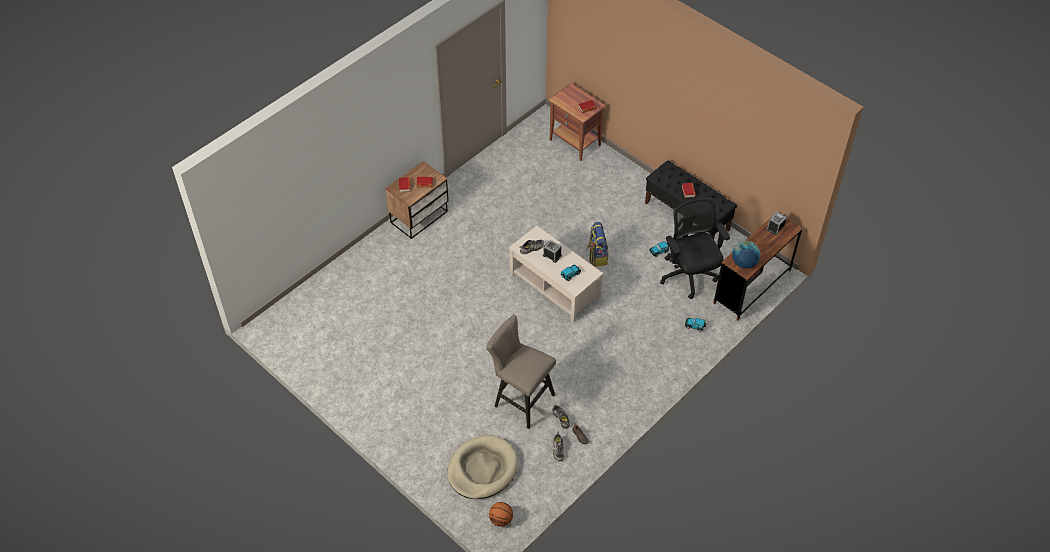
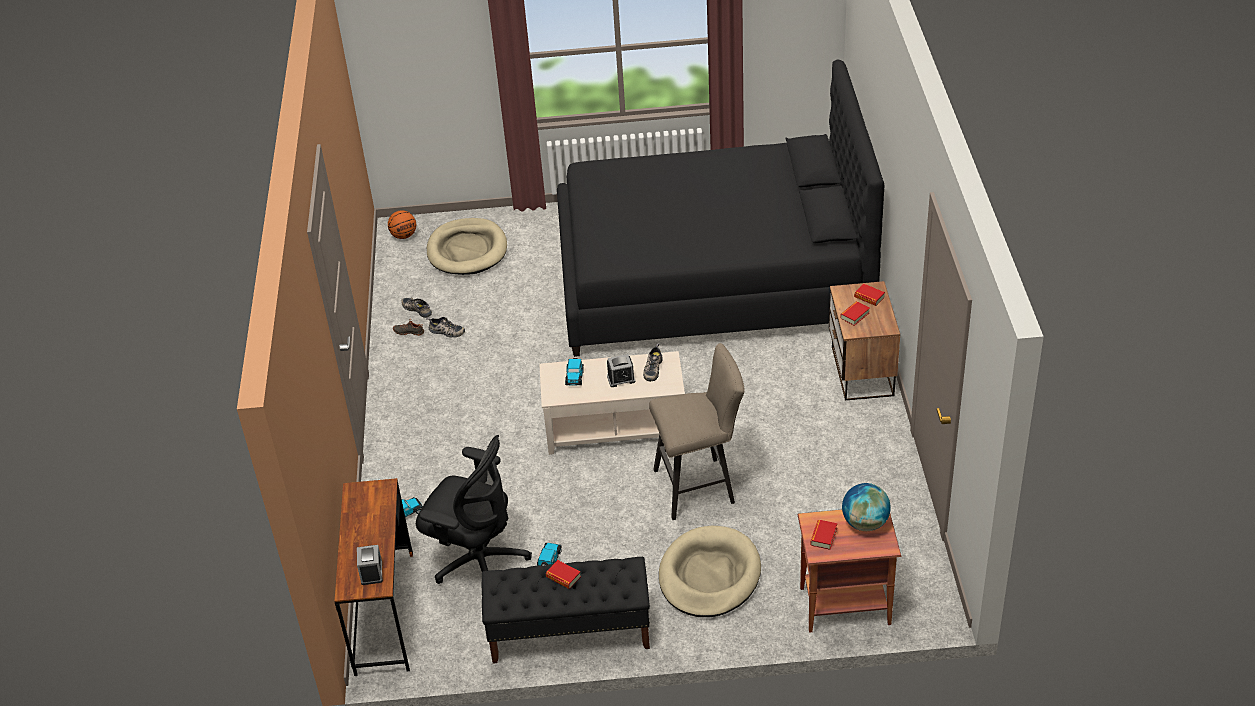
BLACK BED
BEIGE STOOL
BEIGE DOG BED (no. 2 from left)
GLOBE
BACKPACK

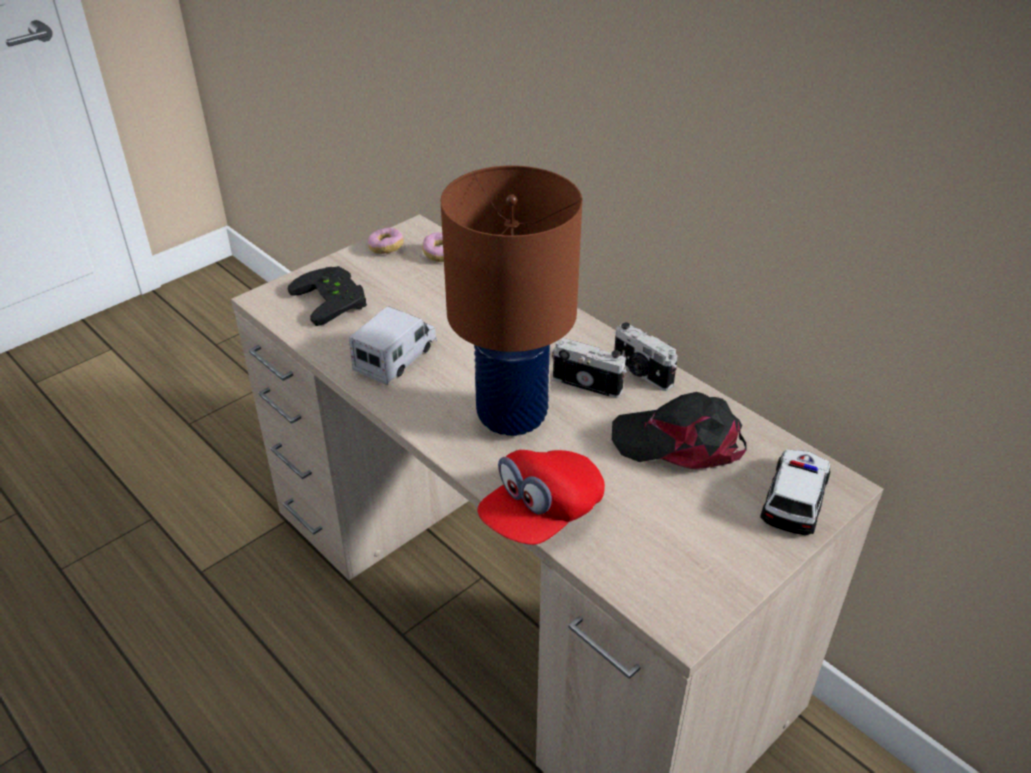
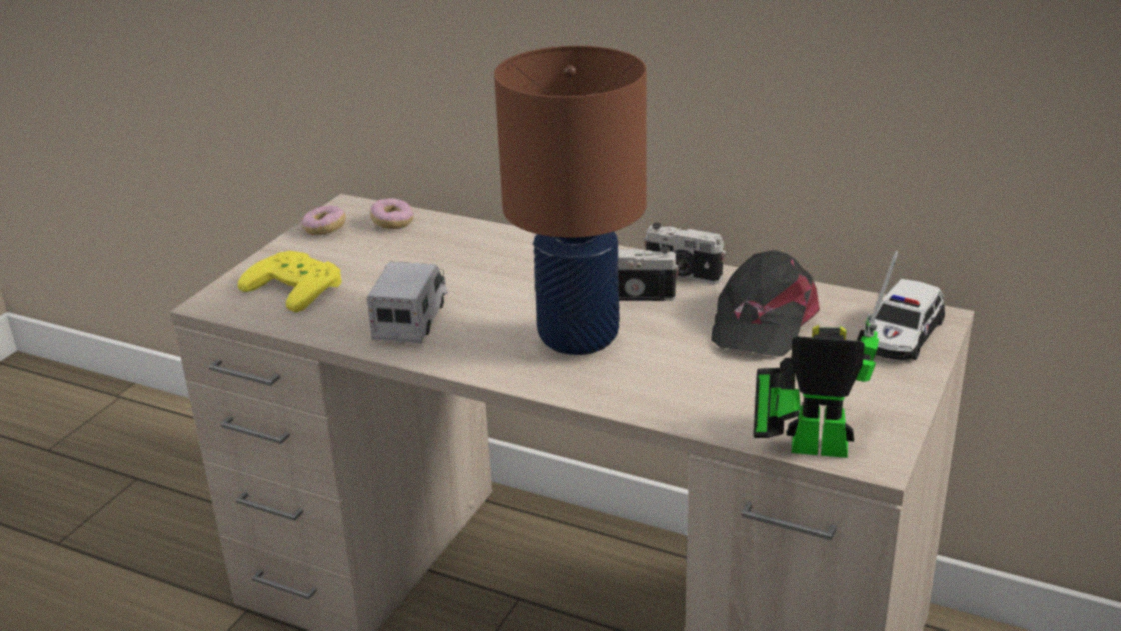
YELLOW GAME CONTROLLER
BLACK CAP
TOY ROBOT
TOY CAR
RED CAP

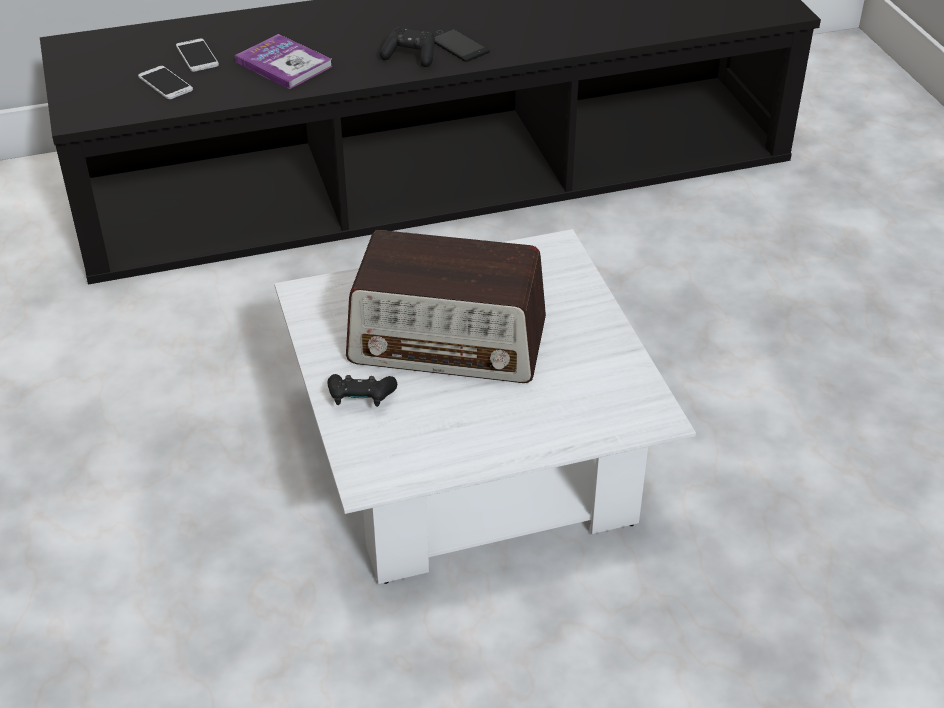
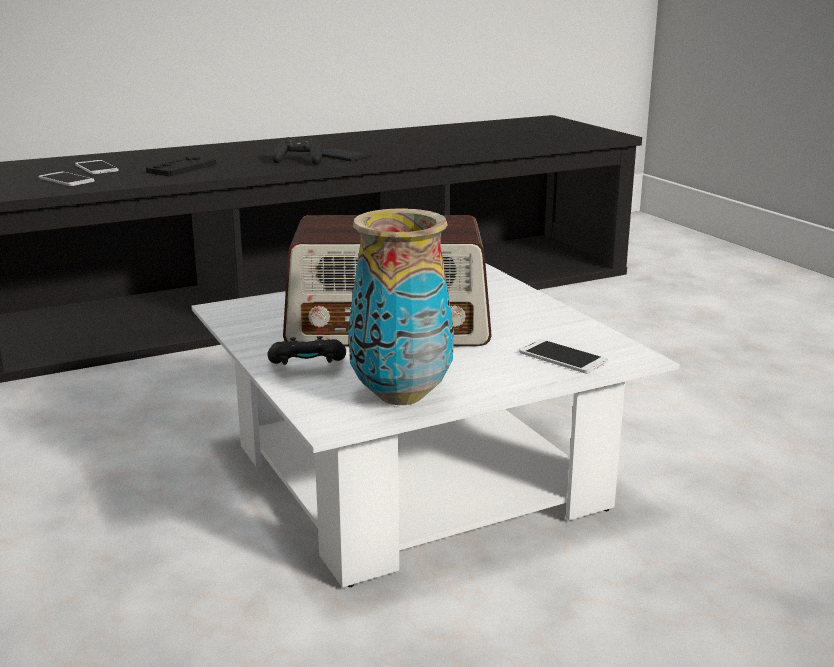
BLACK GAME CONTROLLER (no. 1 from left)
VASE
PHONE (no. 4 from left)

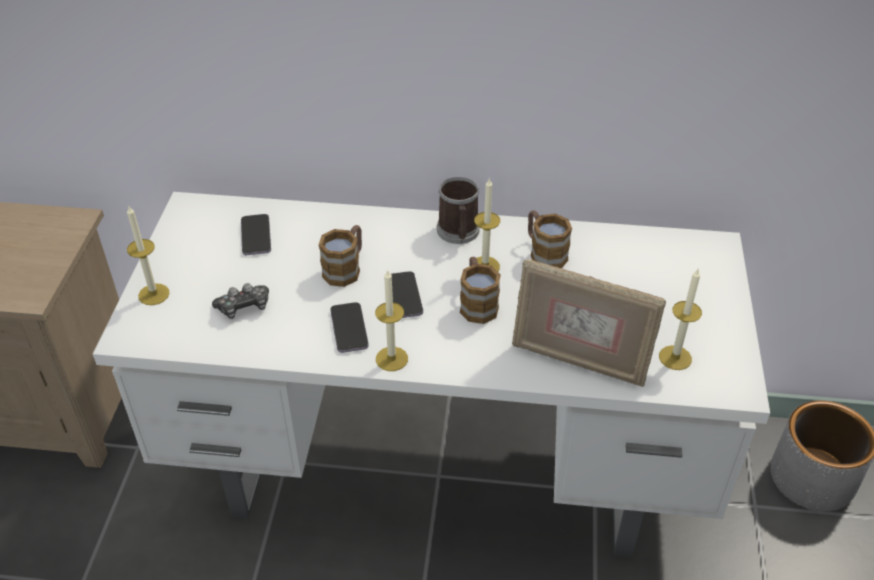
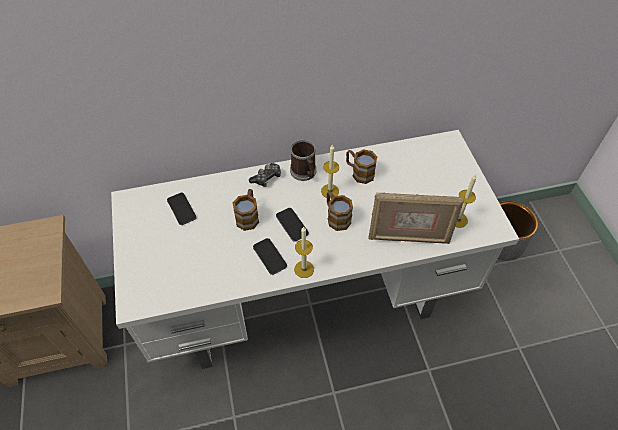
GAME CONTROLLER
CANDLE (no. 1 from left in the first image)

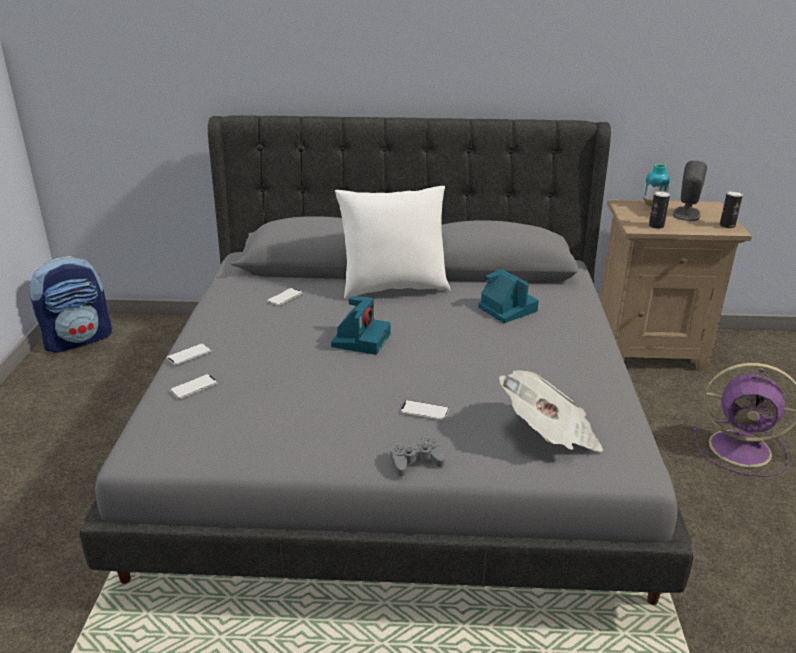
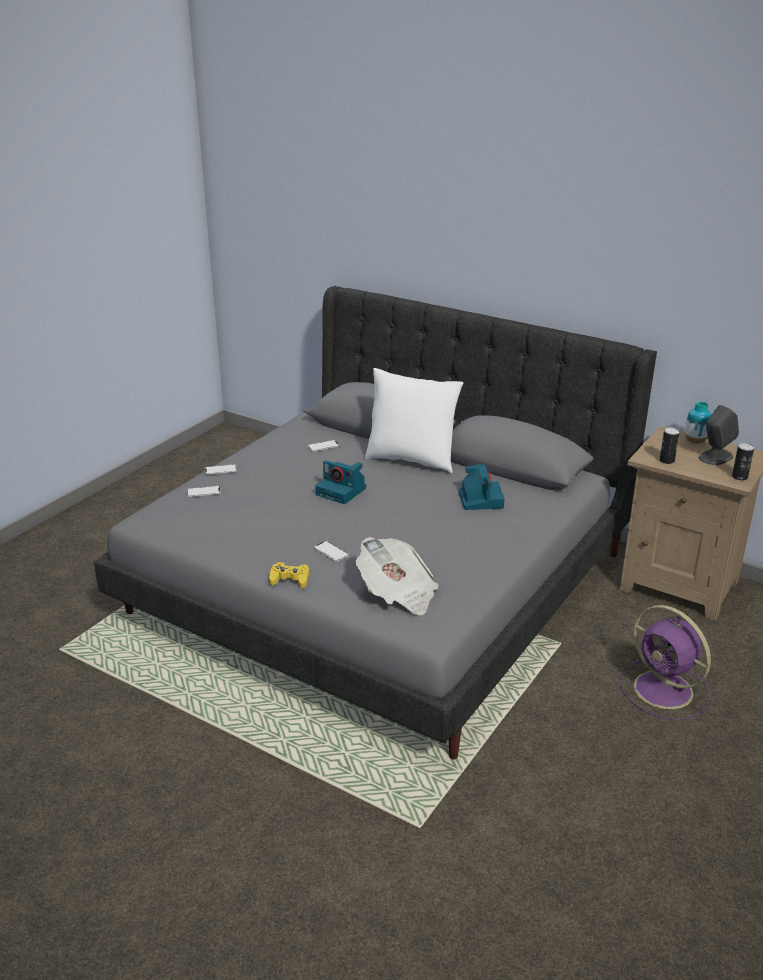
YELLOW GAME CONTROLLER
PHOTO CAMERA (no. 1 from left)
BACKPACK

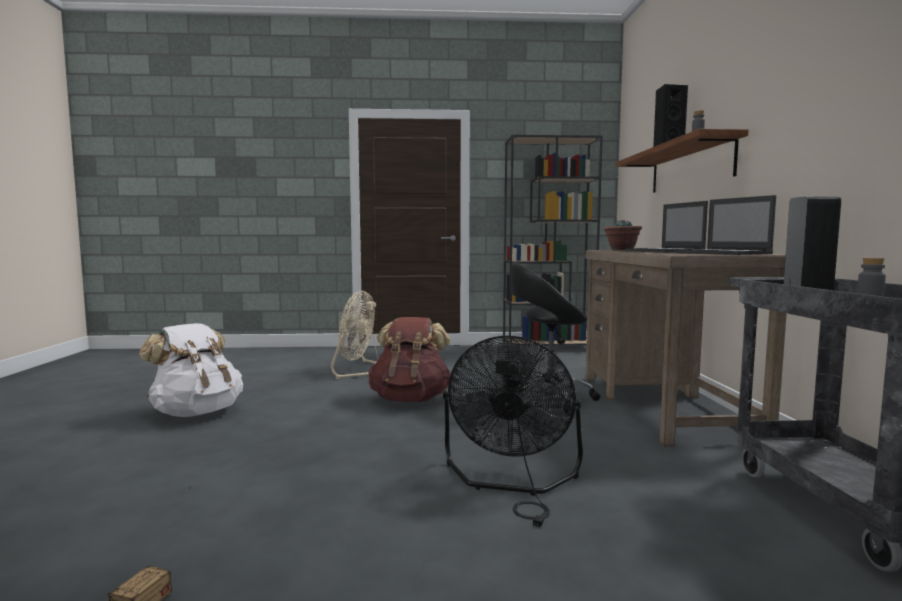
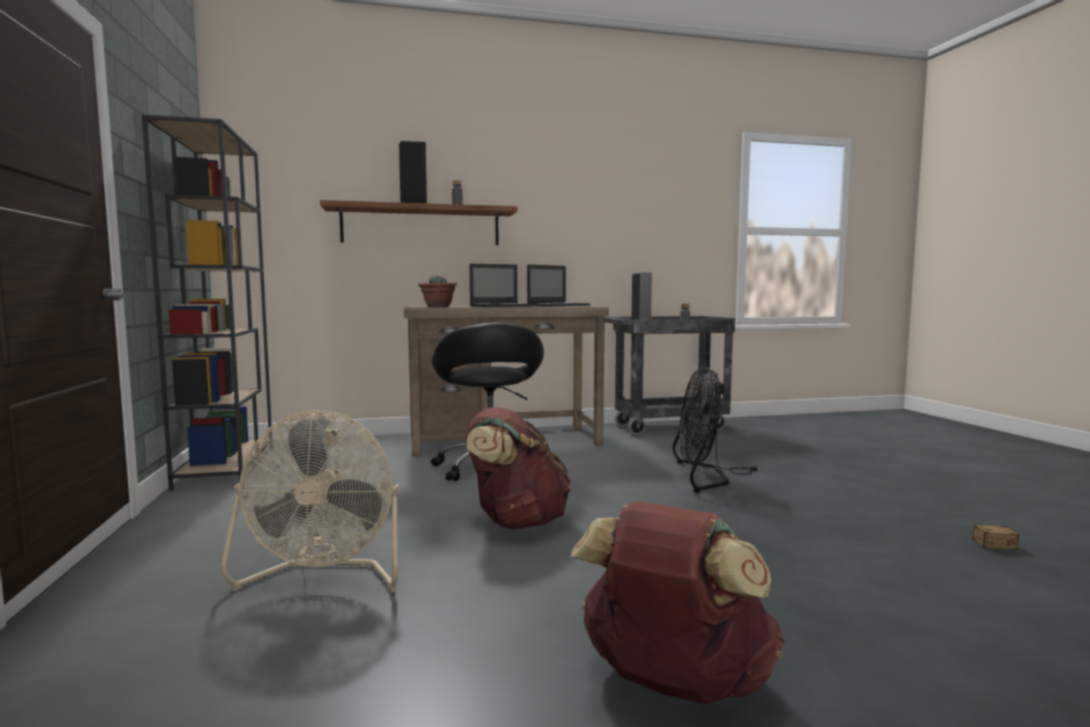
BROWN BACKPACK (no. 2 from left)

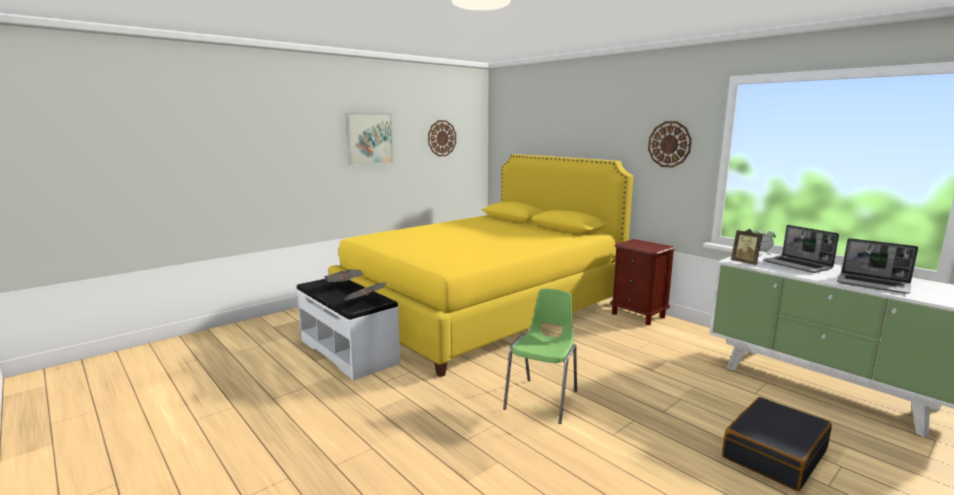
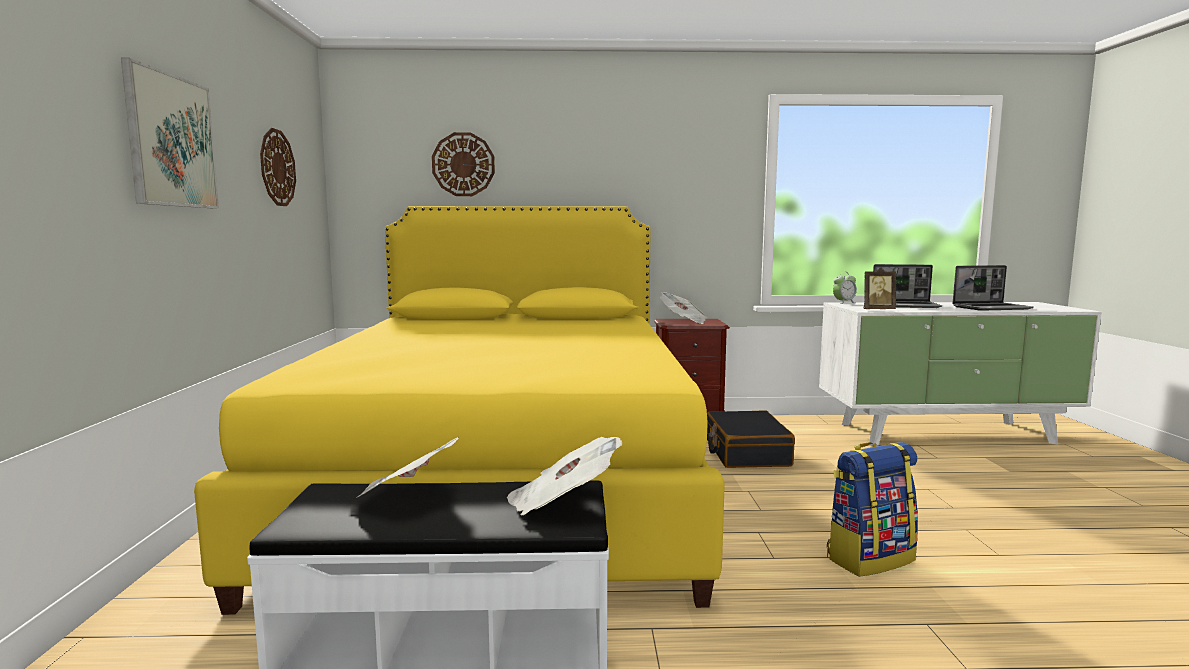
WALL CLOCK (no. 2 from left)
NEWSPAPER (no. 3 from left)
BLACK SUITCASE
BACKPACK

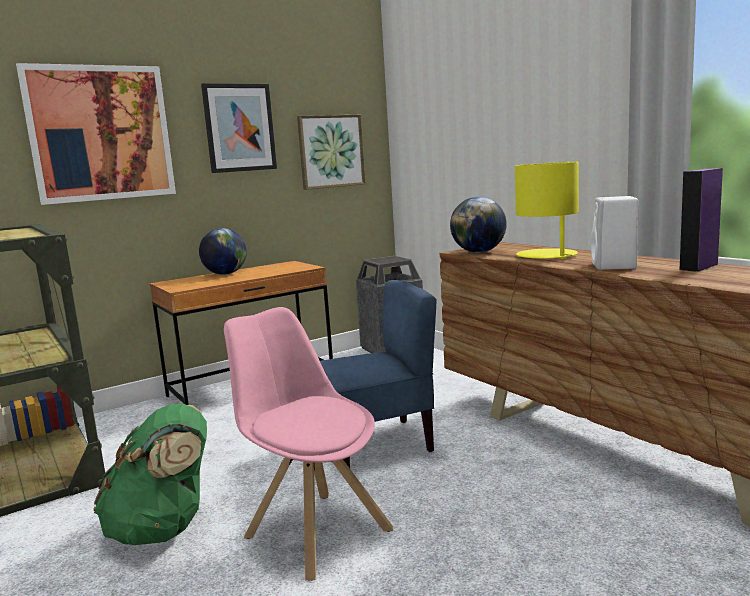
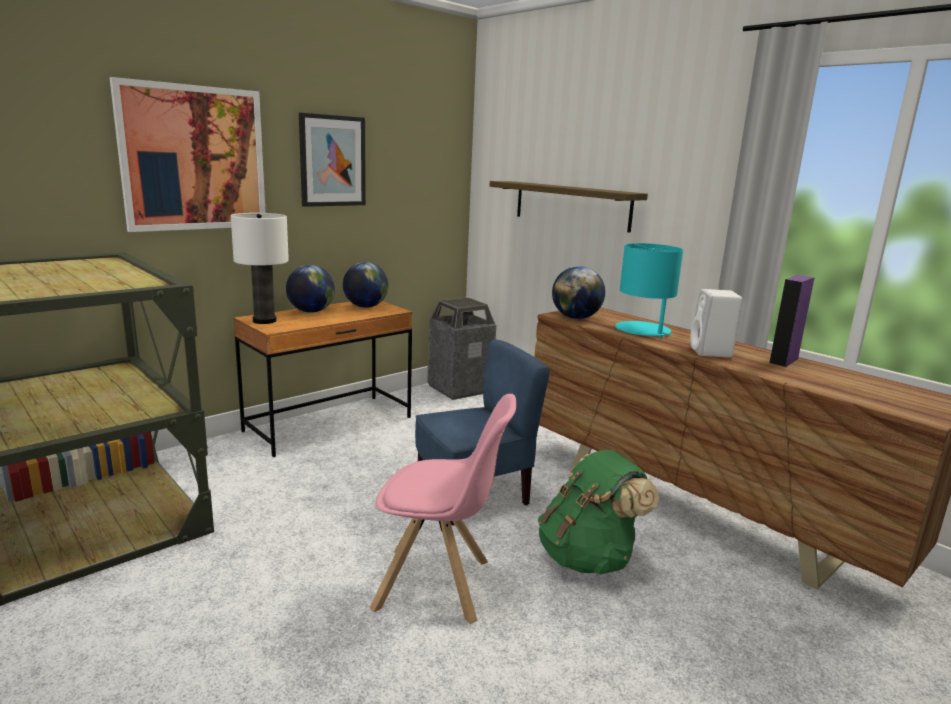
WHITE TABLE LAMP
GLOBE (no. 2 from left)
PINK CHAIR
SHELF
GREEN BACKPACK
TURQUOISE TABLE LAMP
PICTURE (no. 3 from left in the first image)

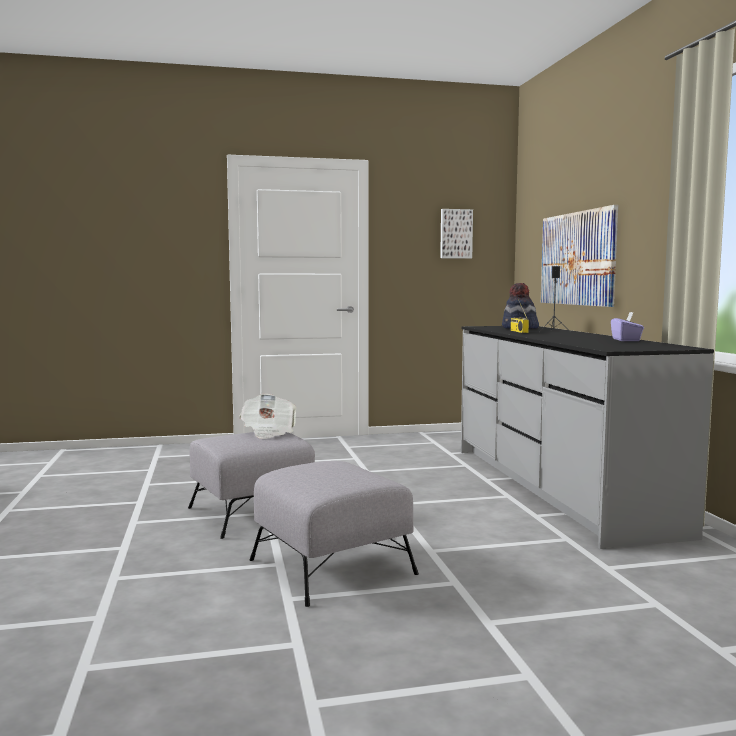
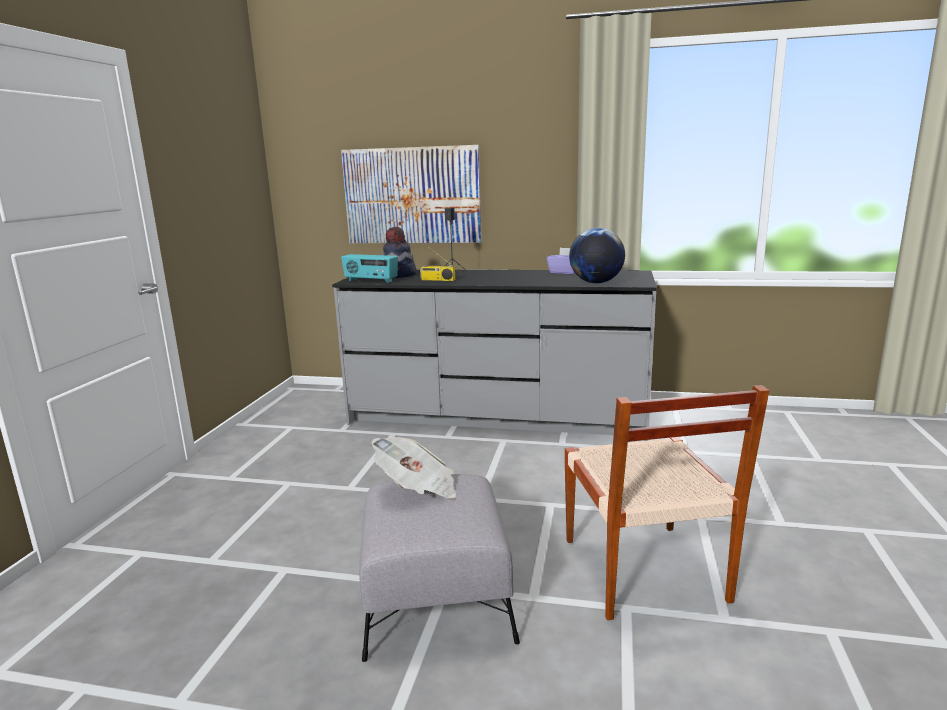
RADIO (no. 1 from left)
CHAIR
GLOBE
PICTURE (no. 1 from left in the first image)

